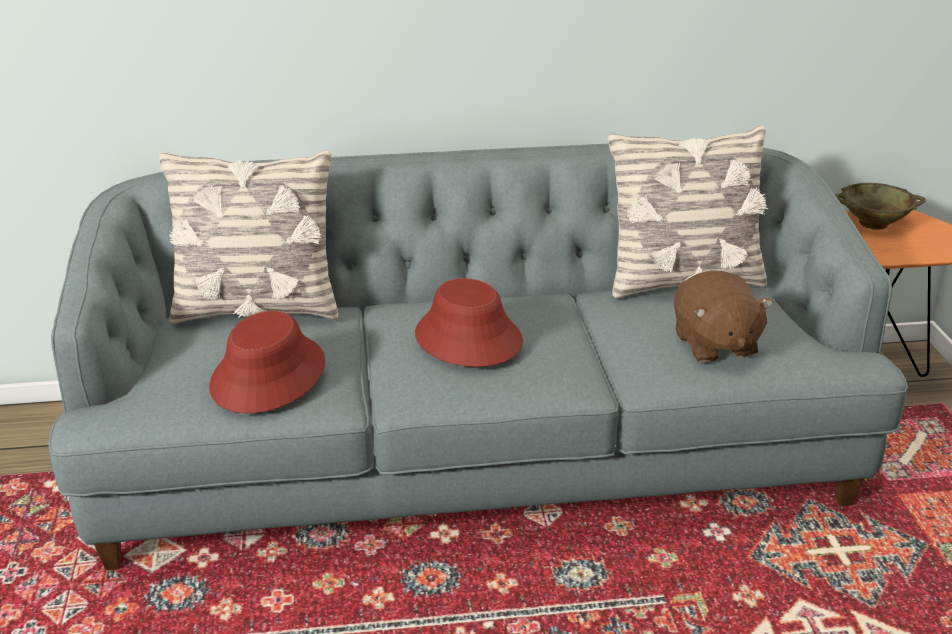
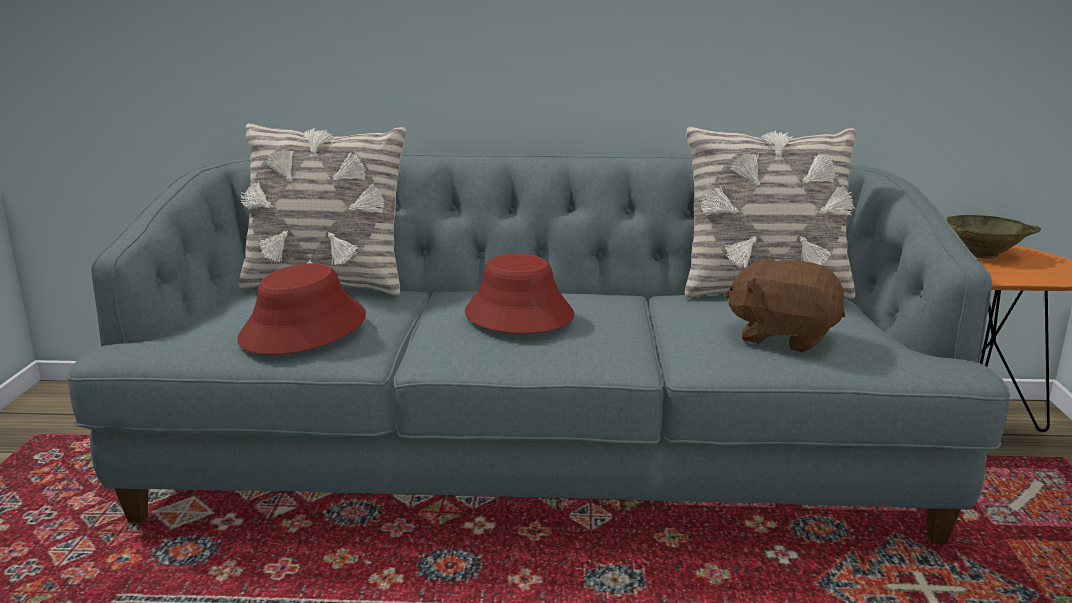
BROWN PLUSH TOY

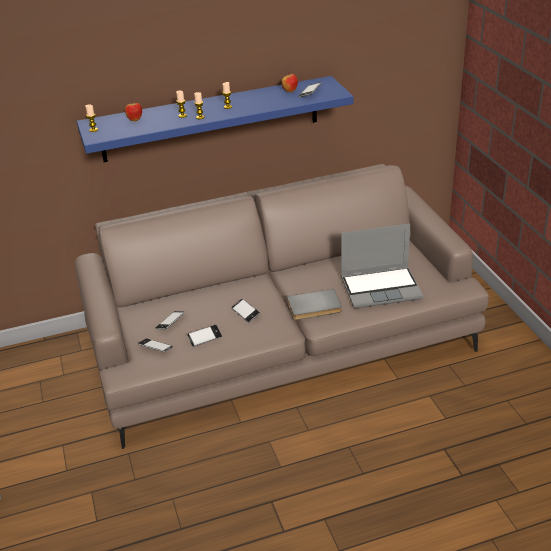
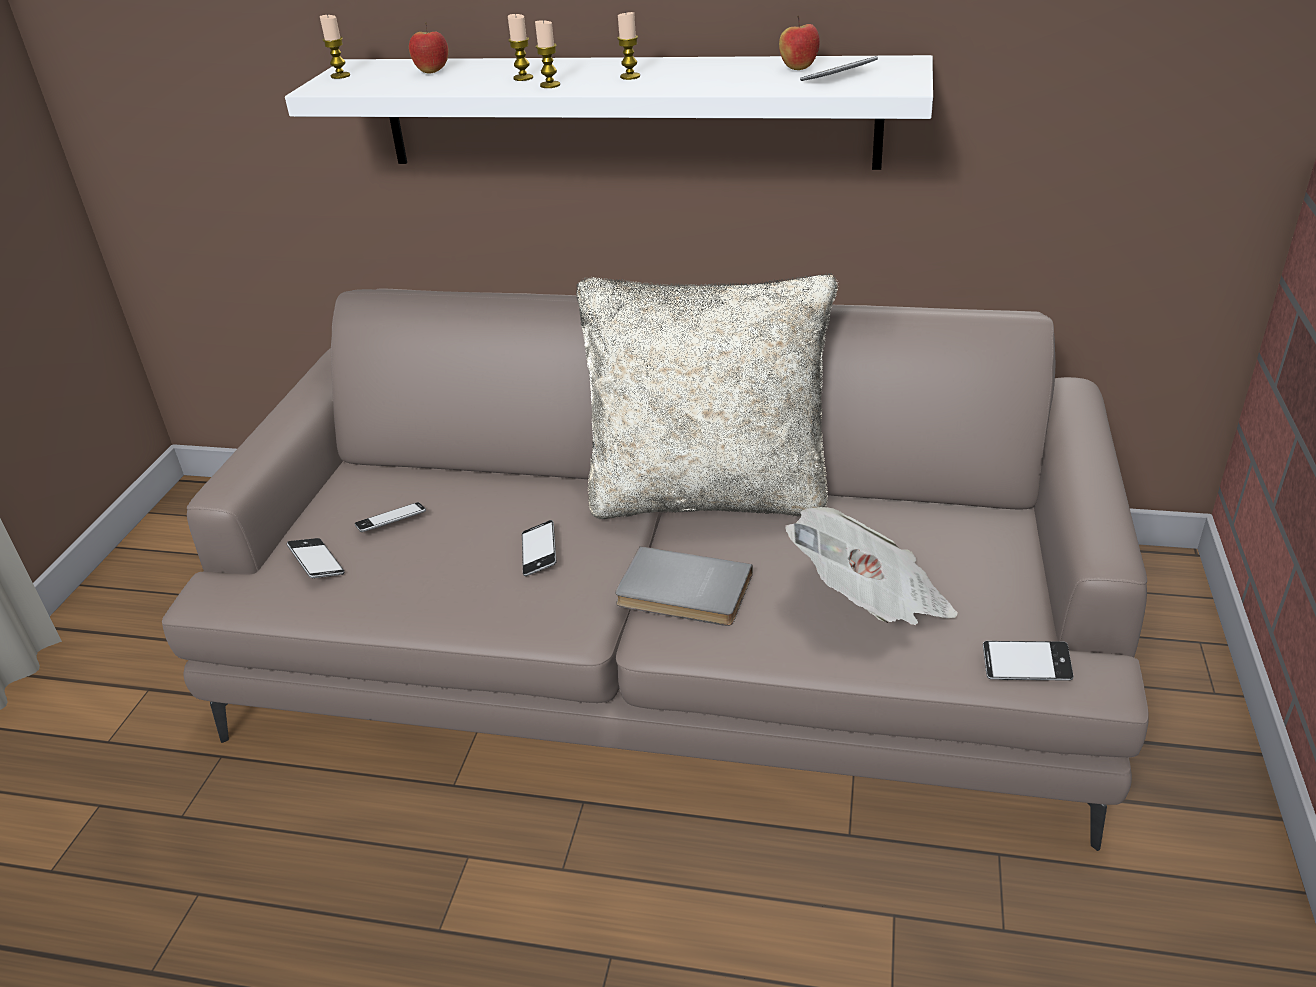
WHITE SHELF
BEIGE PILLOW
NEWSPAPER
PHONE (no. 5 from left)

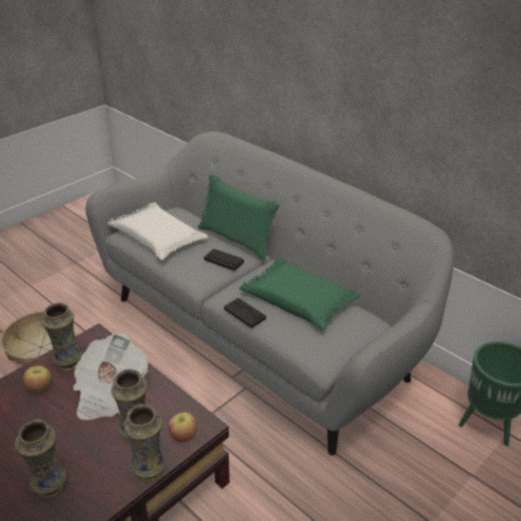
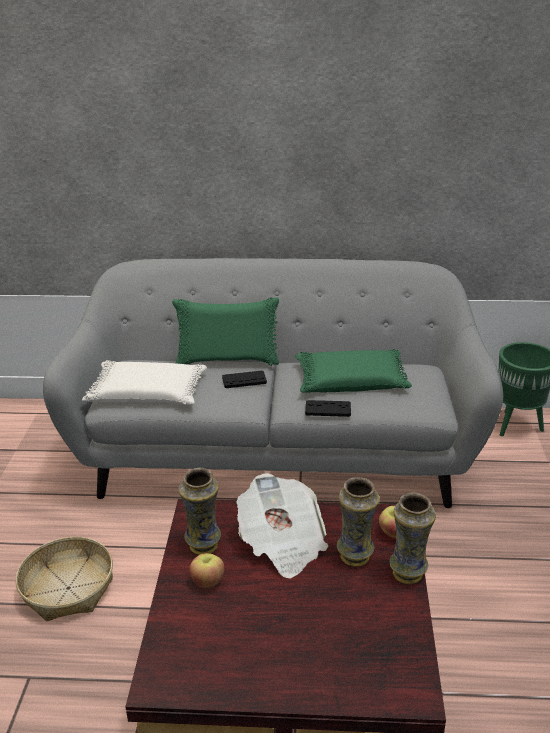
VASE (no. 1 from left in the first image)

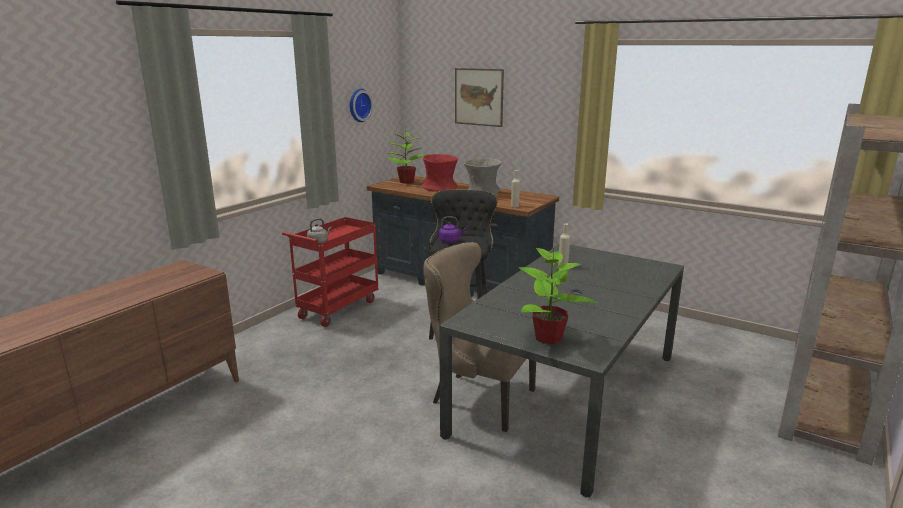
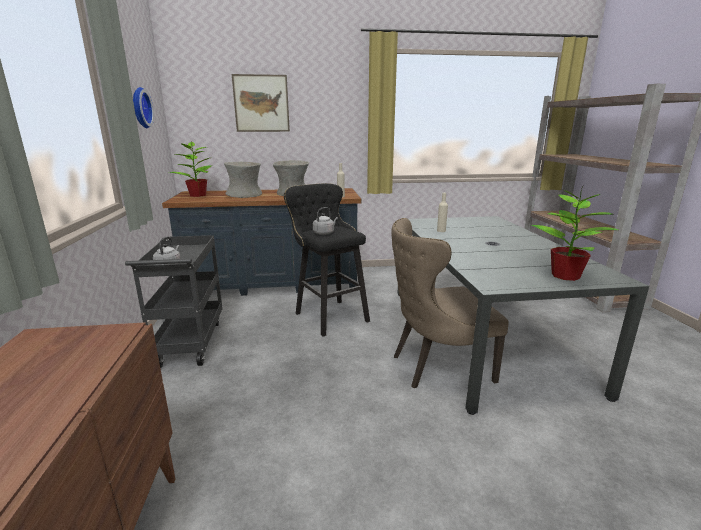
GREY CART
GREY VASE (no. 1 from left)
GREY KETTLE (no. 2 from left)

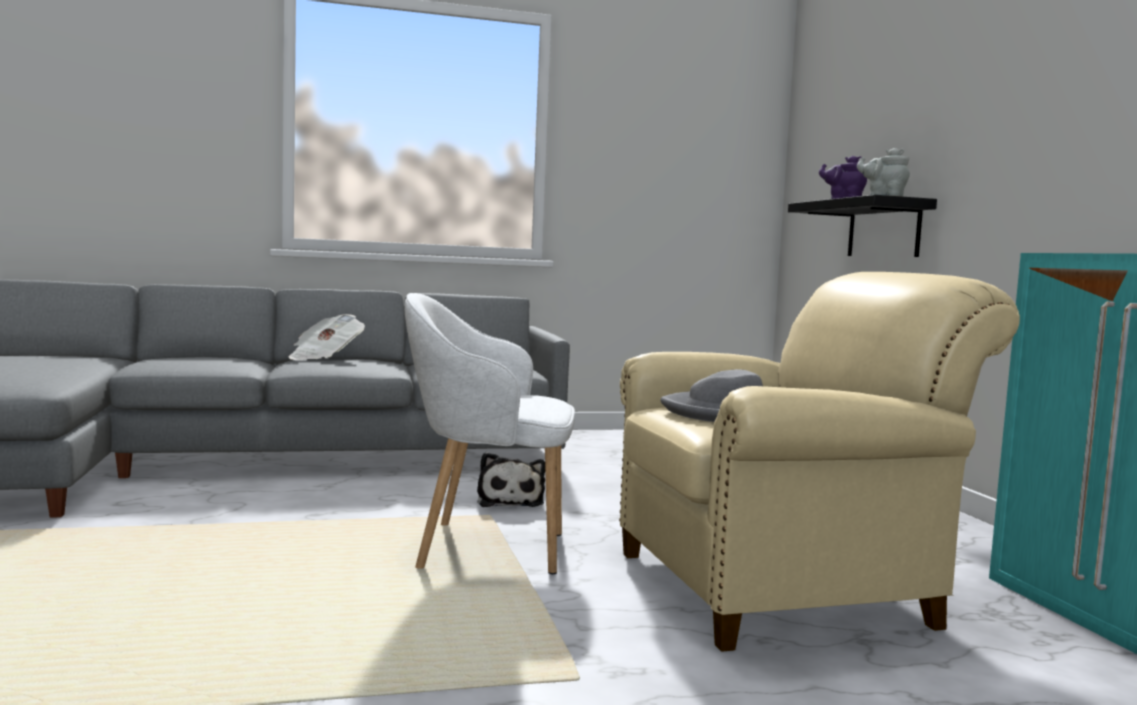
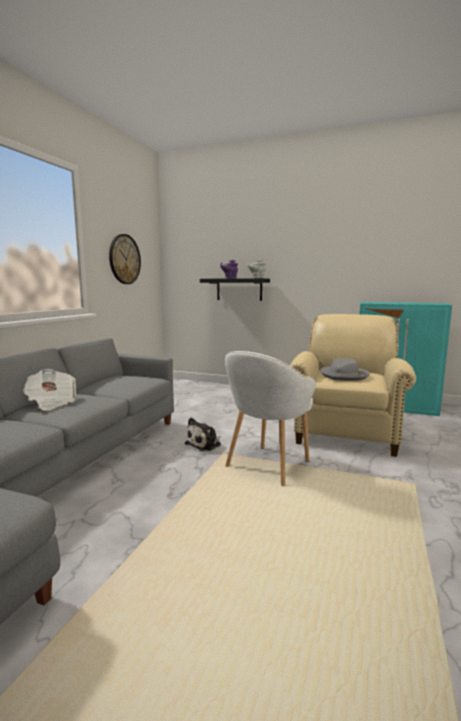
WALL CLOCK
PLUSH TOY

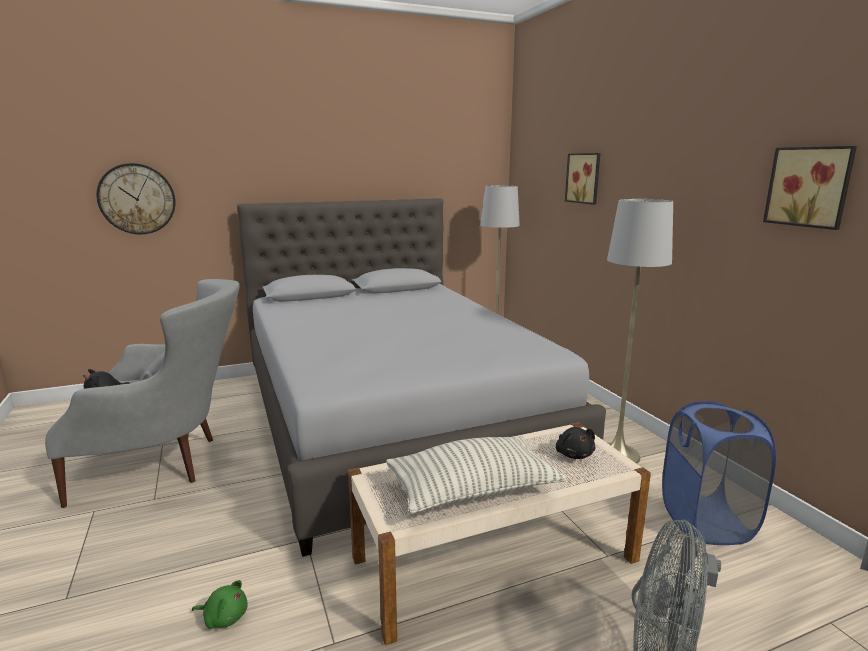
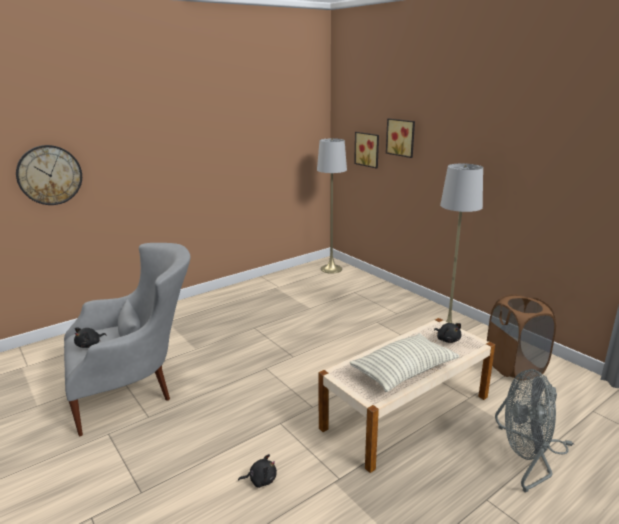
BLACK PLUSH TOY (no. 2 from left)
PICTURE (no. 1 from left)
BROWN LAUNDRY BASKET
GREY BED

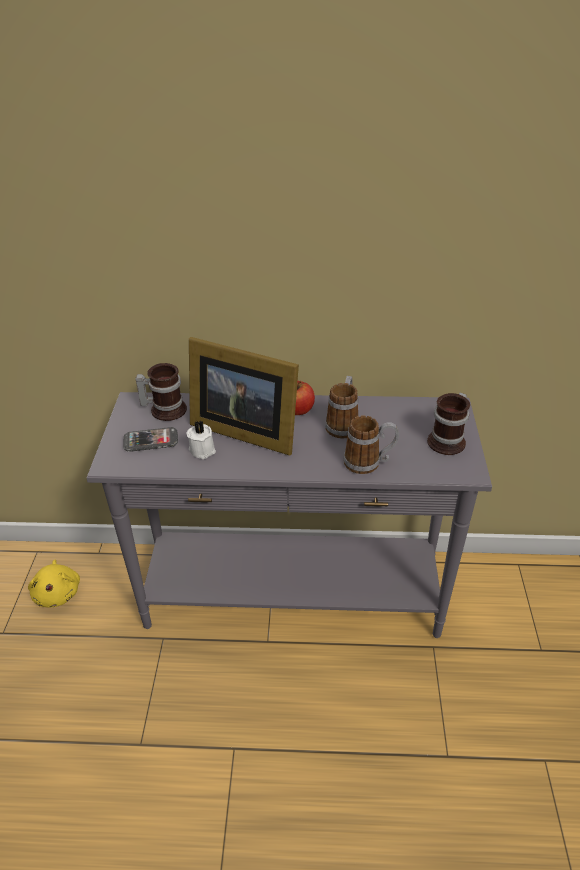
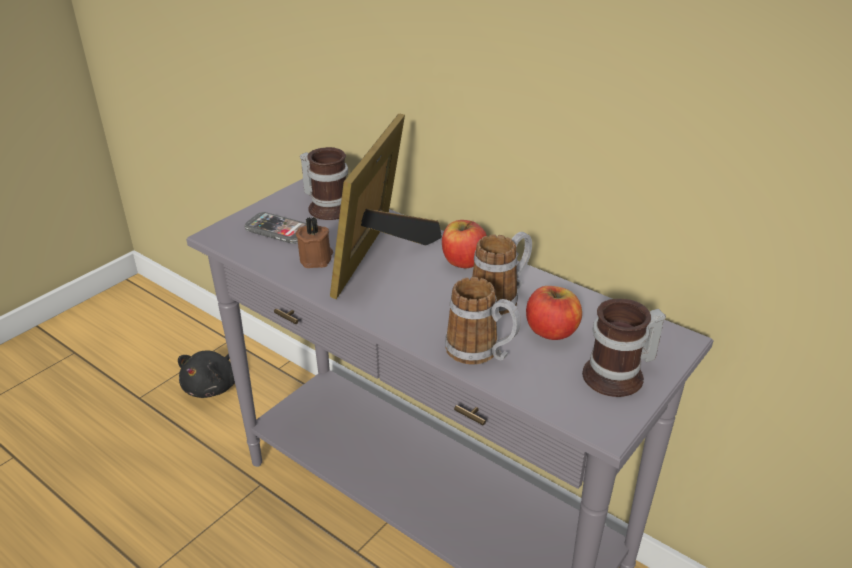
BLACK PLUSH TOY
BROWN CANDLE
PICTURE FRAME
APPLE (no. 2 from left)

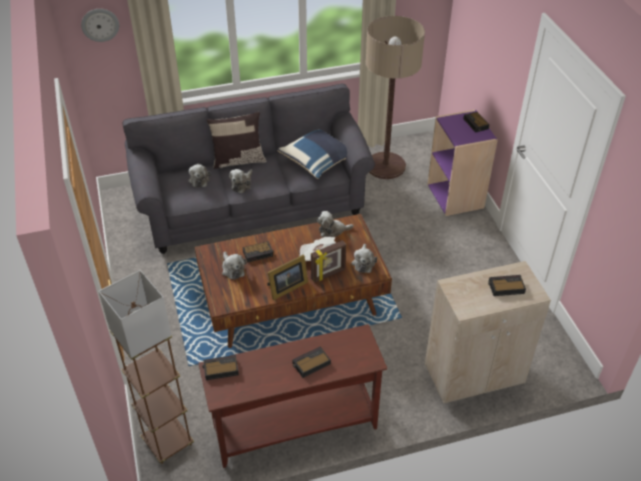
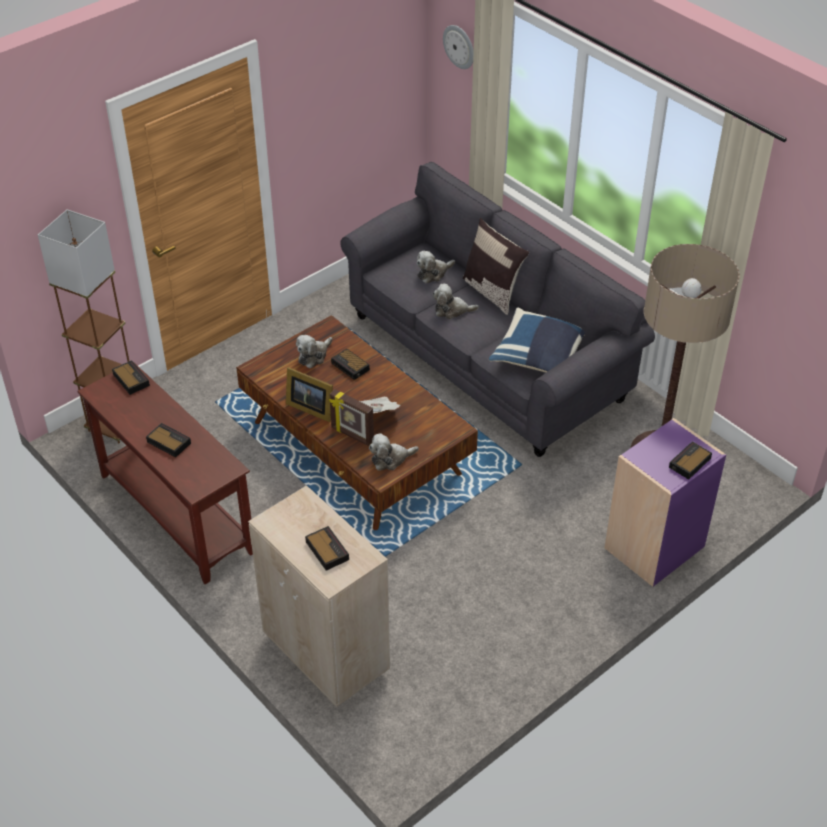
PLUSH TOY (no. 4 from left in the first image)

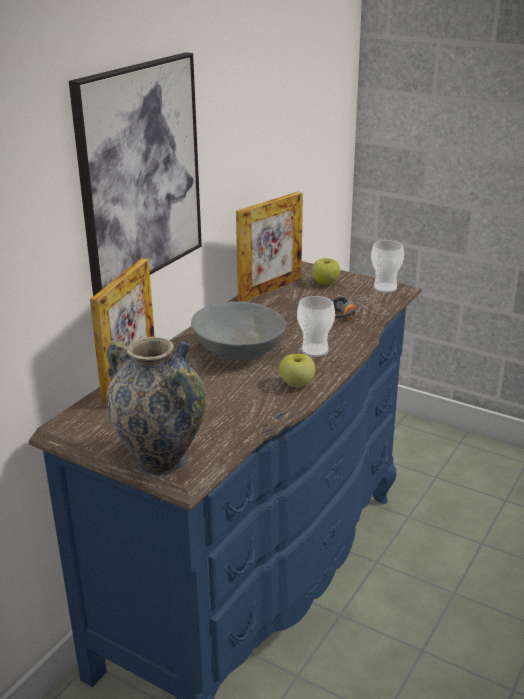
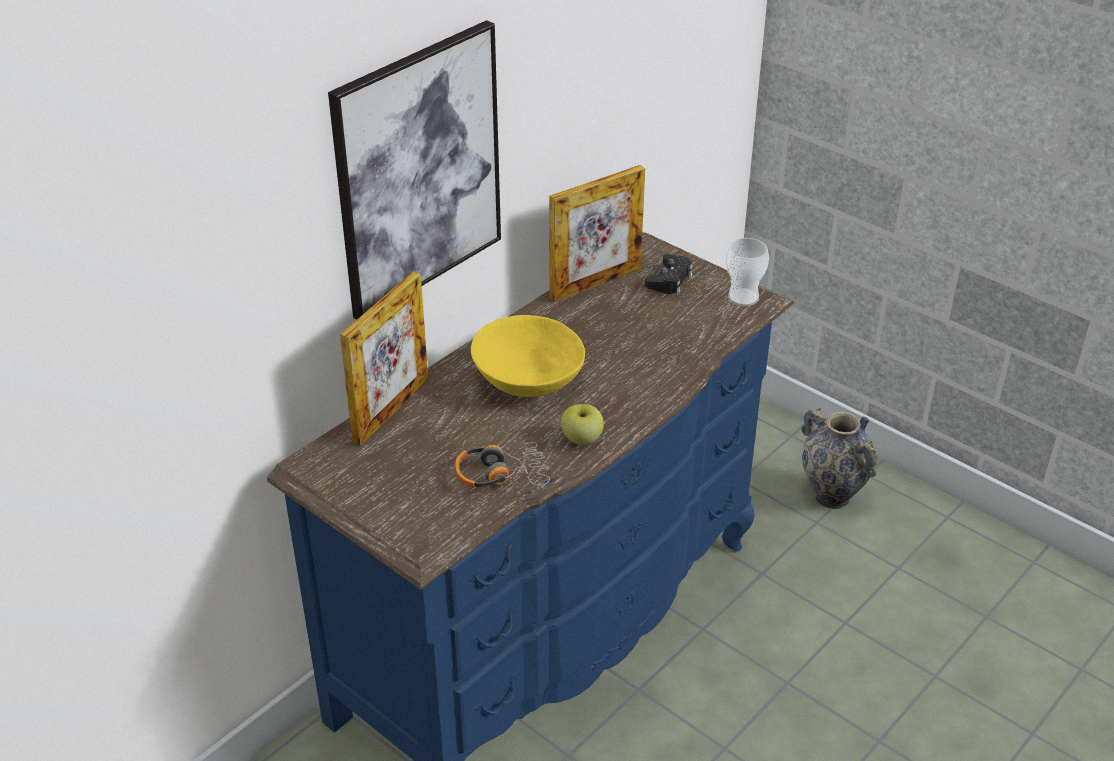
HEADPHONES
YELLOW BOWL
BLACK GAME CONTROLLER
VASE
CUP (no. 1 from left in the first image)

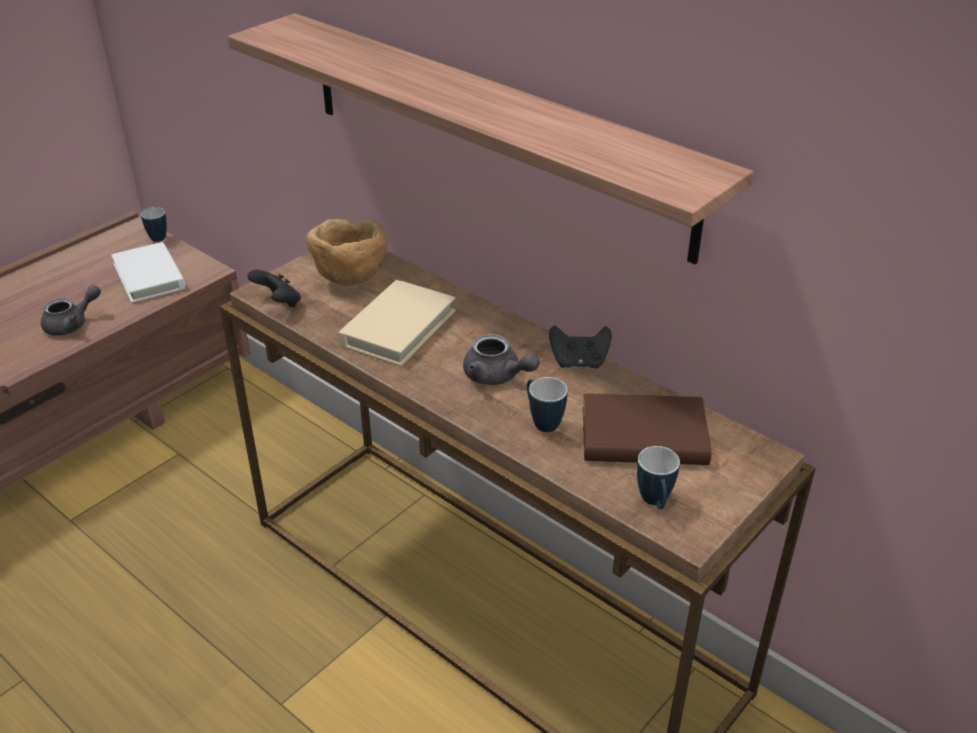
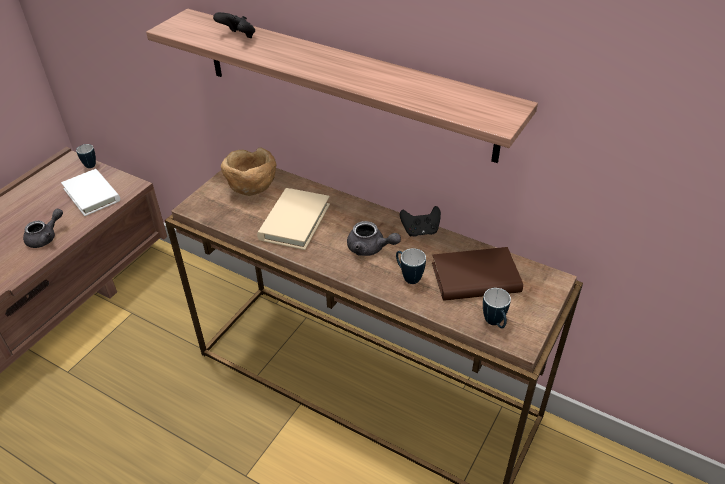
BLACK GAME CONTROLLER (no. 1 from left)

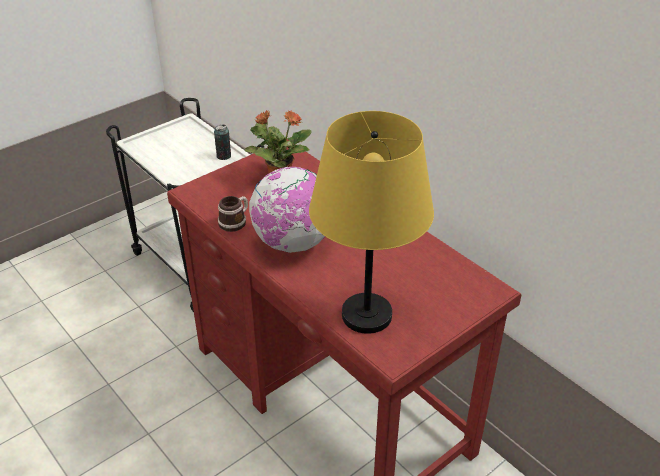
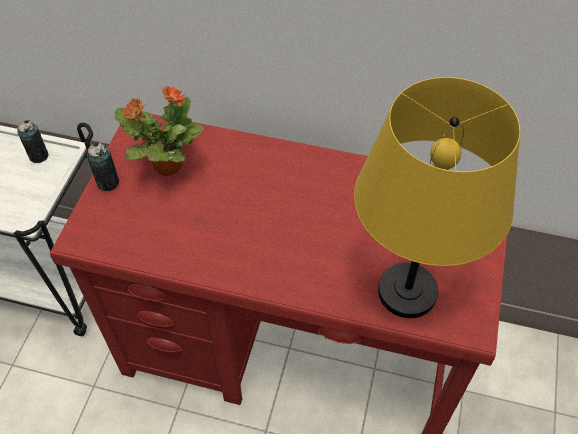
CAN (no. 2 from left)
MUG
GLOBE

